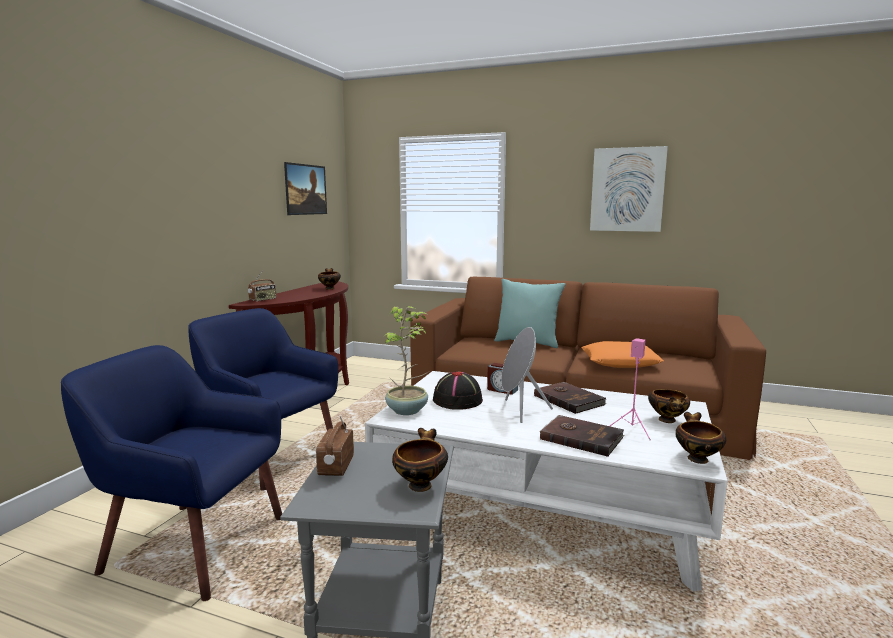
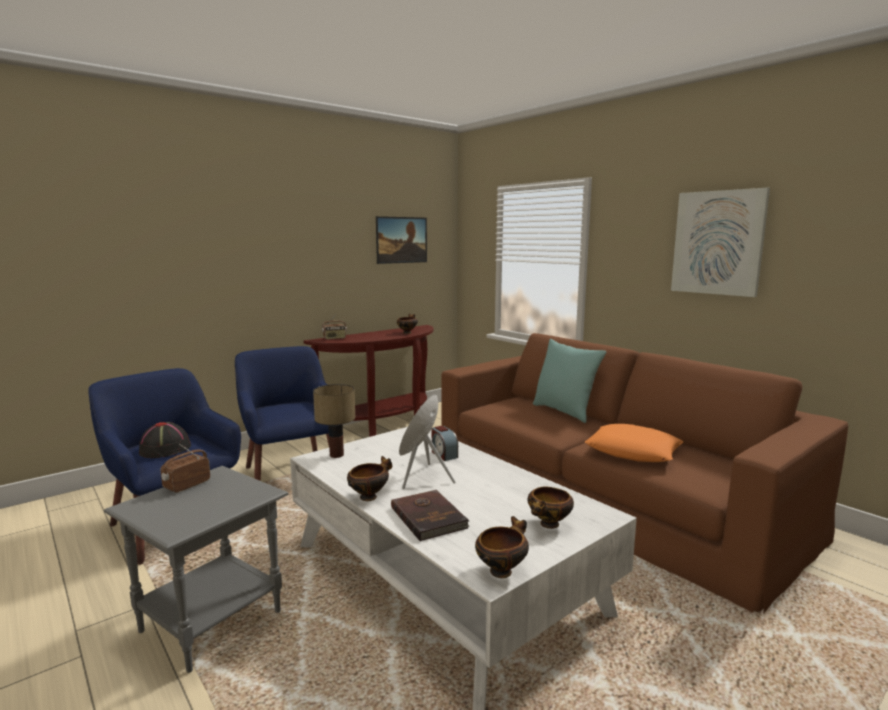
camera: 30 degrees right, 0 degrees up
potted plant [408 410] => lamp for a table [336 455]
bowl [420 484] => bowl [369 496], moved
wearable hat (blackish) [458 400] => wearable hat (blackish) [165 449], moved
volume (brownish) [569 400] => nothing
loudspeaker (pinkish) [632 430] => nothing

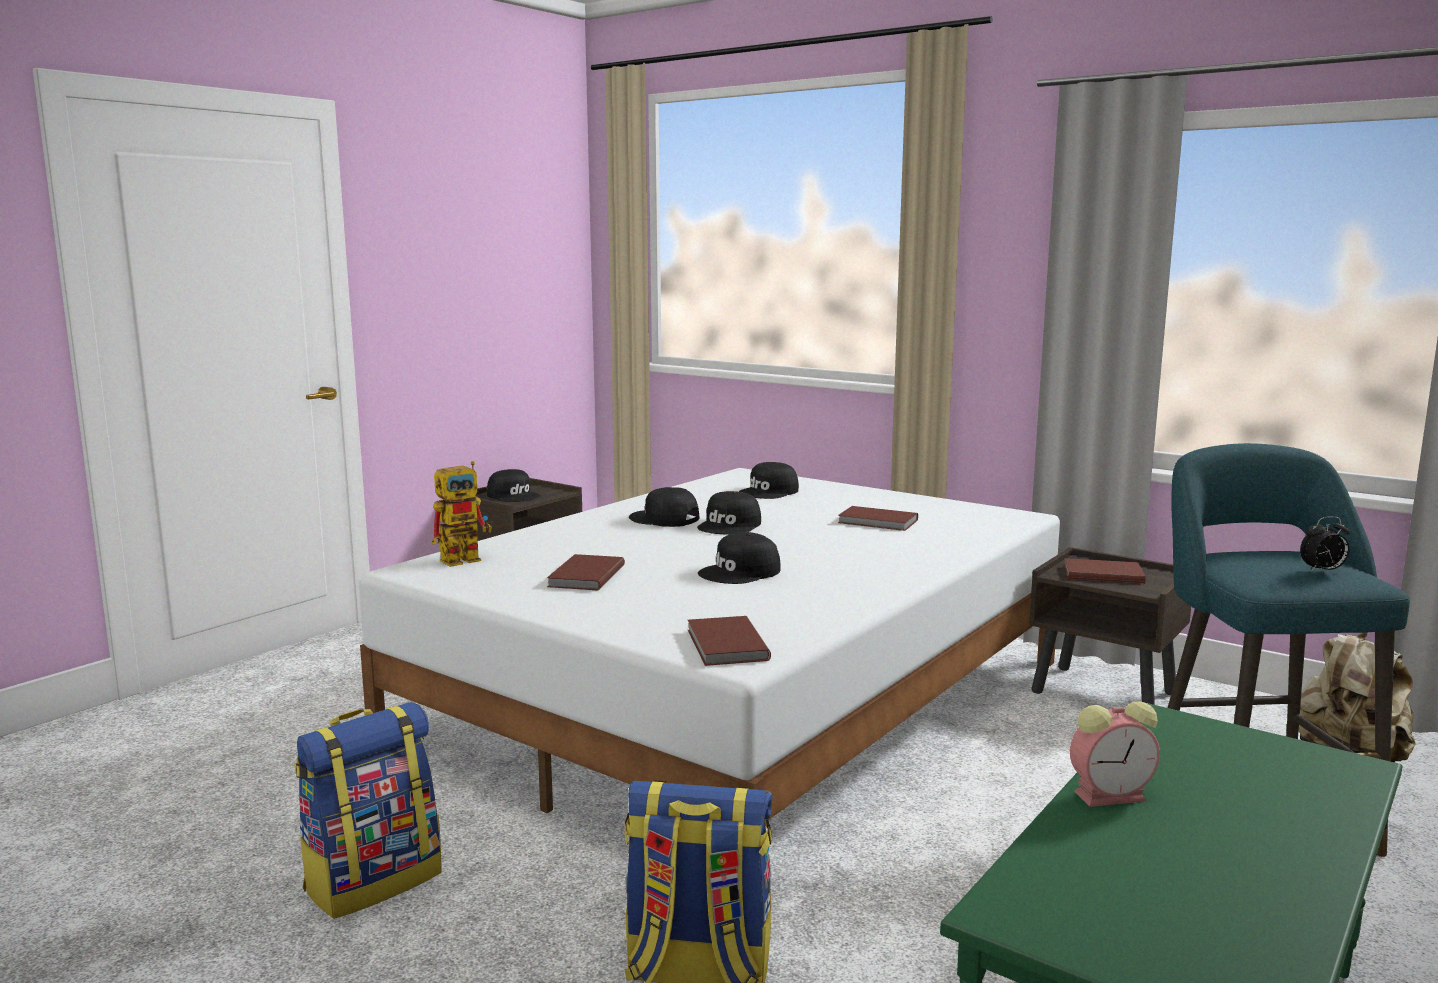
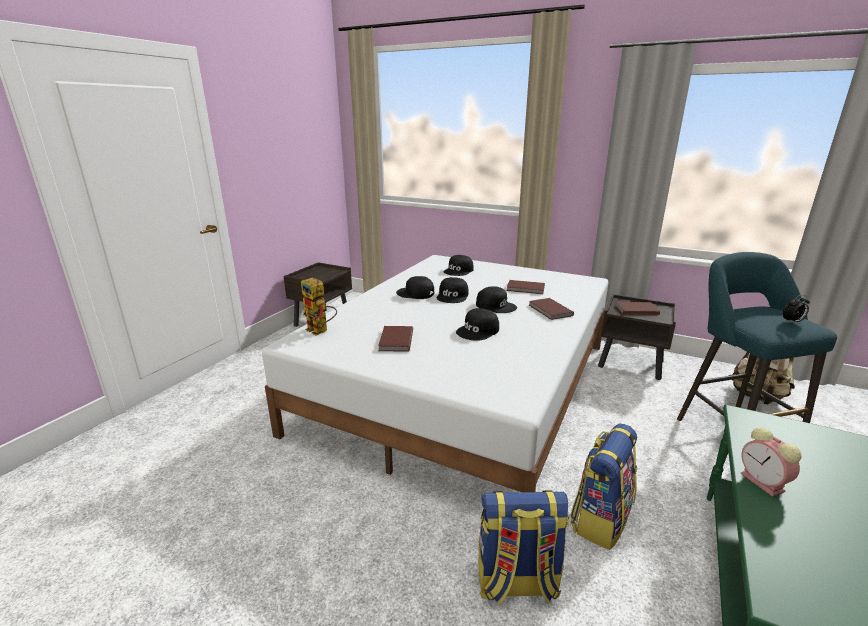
camera: 10 degrees left, 10 degrees up
rucksack [374 881] => rucksack [600 519], moved
toy robot [467 558] => toy robot [321 331], 90 degrees clockwise
baseball cap (blackish) [514 495] => baseball cap (blackish) [496 306], moved
volume (brownish) [725 645] => volume (brownish) [549 310], moved
alarm clock [1112 795] => alarm clock [764 483], 90 degrees clockwise

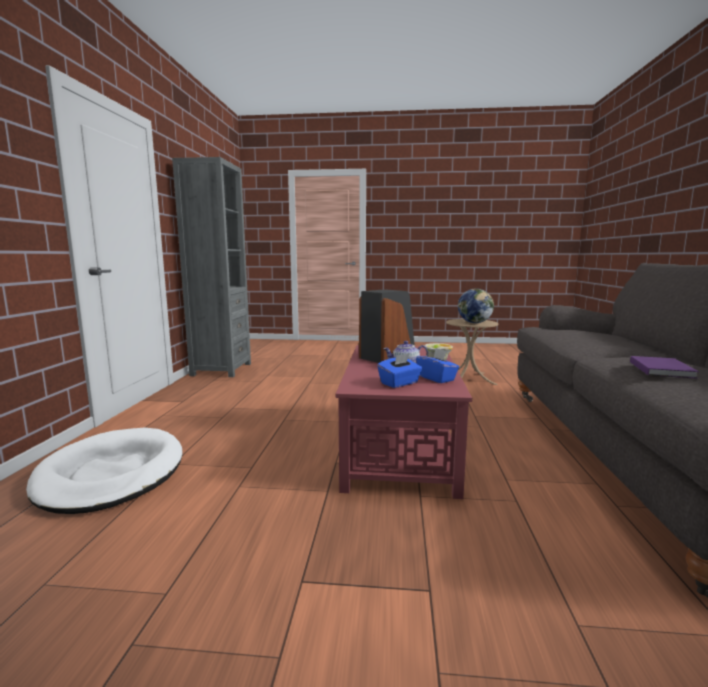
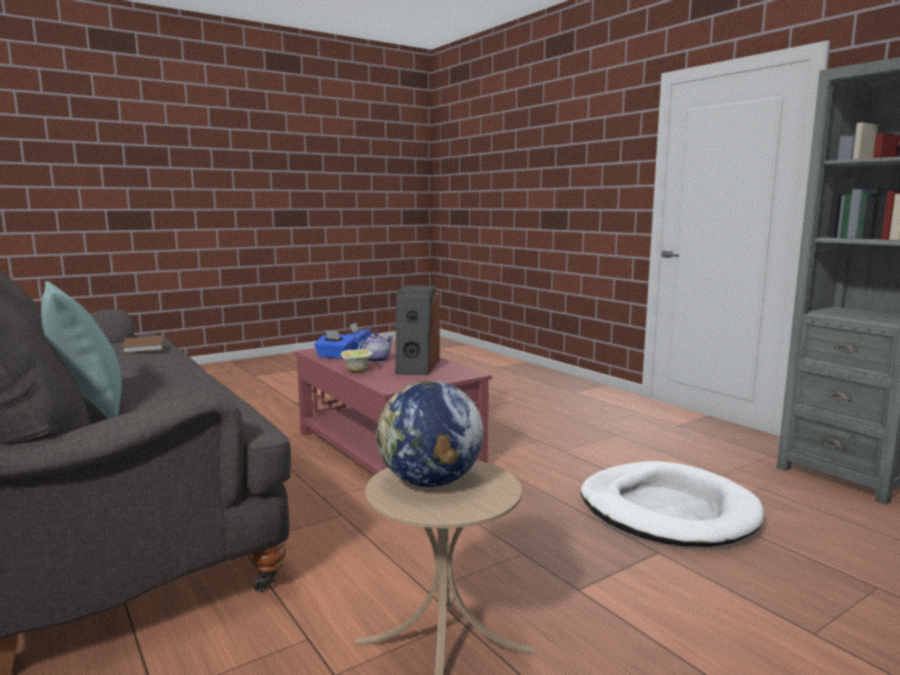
camera: 140 degrees right, 0 degrees up
dog bed (white) [111 474] => dog bed (white) [667 510], moved
volume (purplish) [661 369] => volume (brownish) [142 347]
nothing => cushion (turquoise) [89 406]

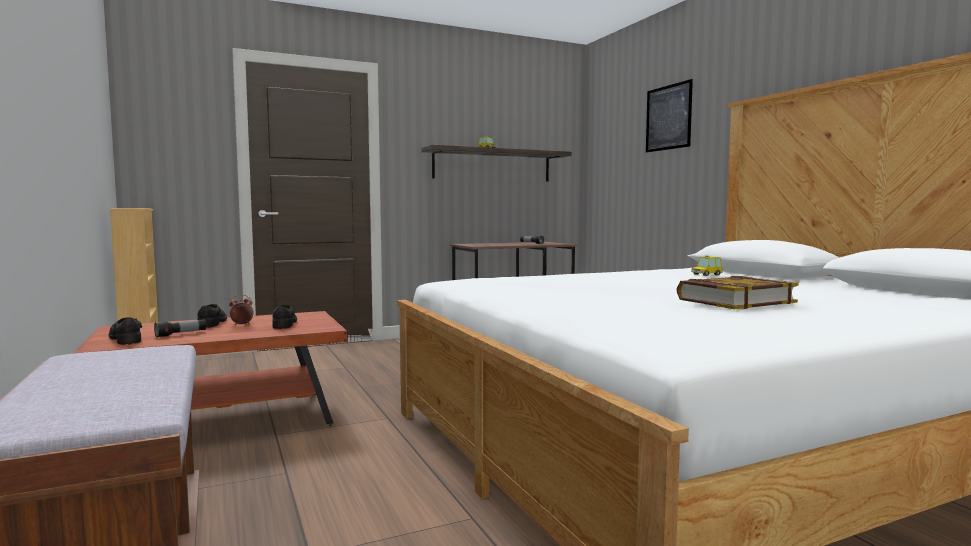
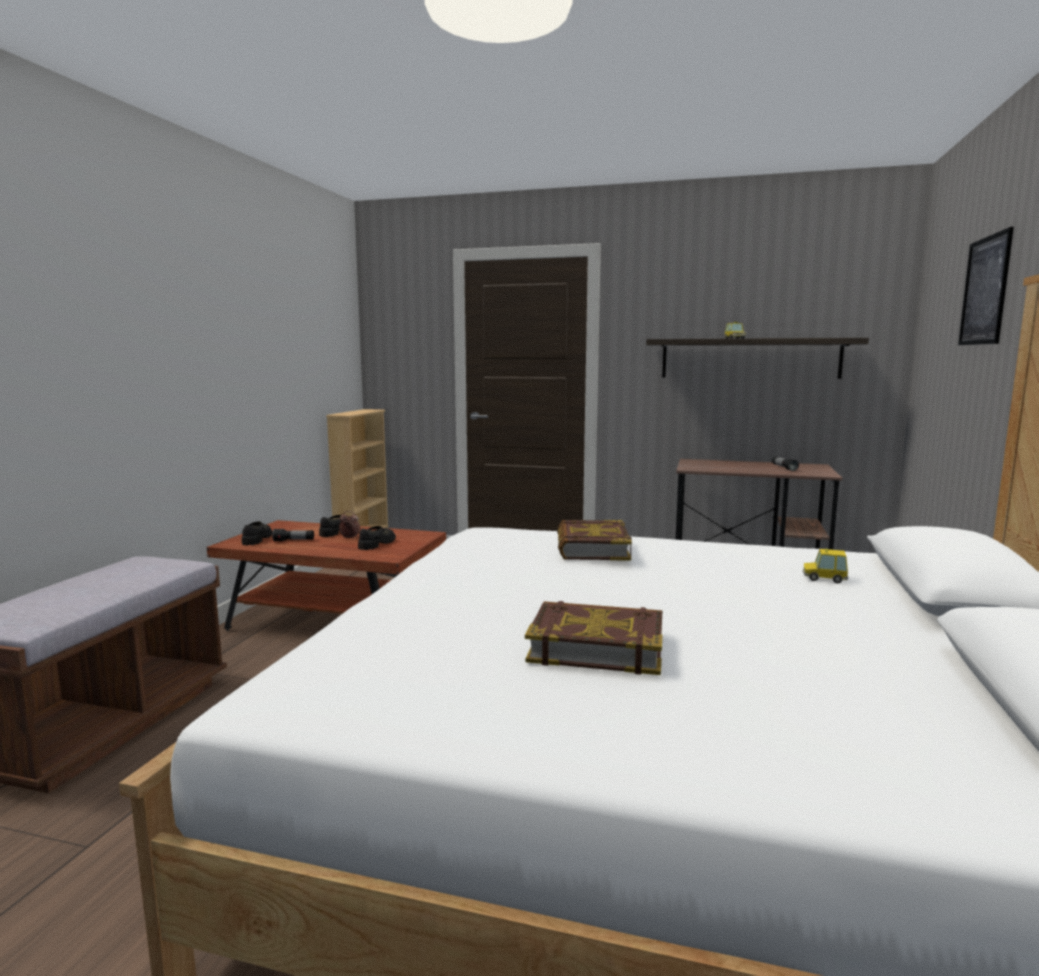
camera: 40 degrees right, 5 degrees up
nothing => volume [592 548]

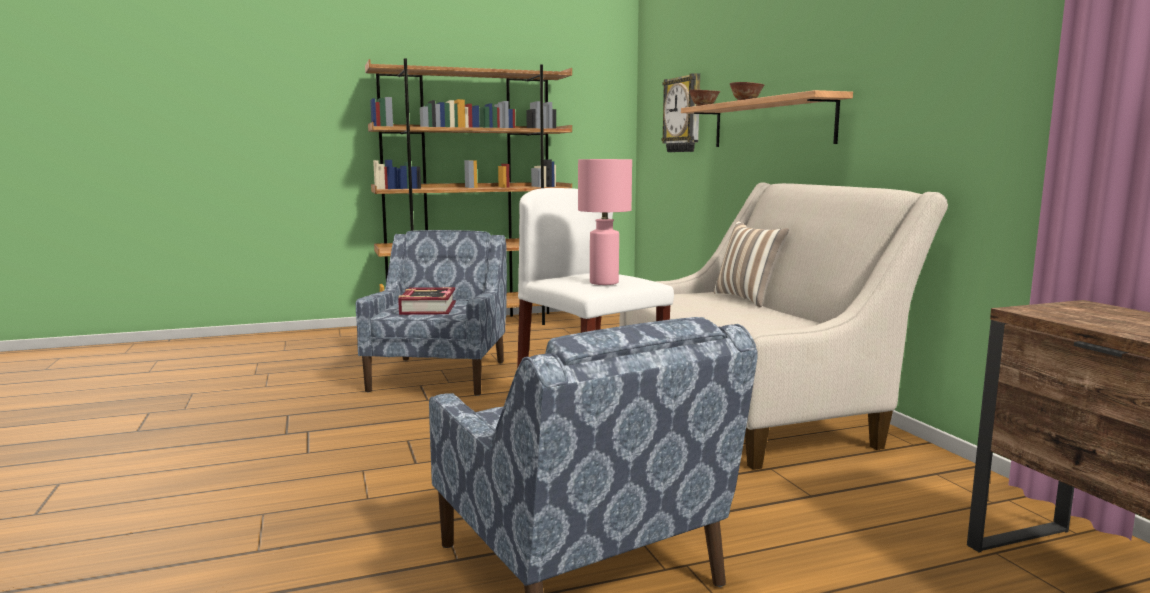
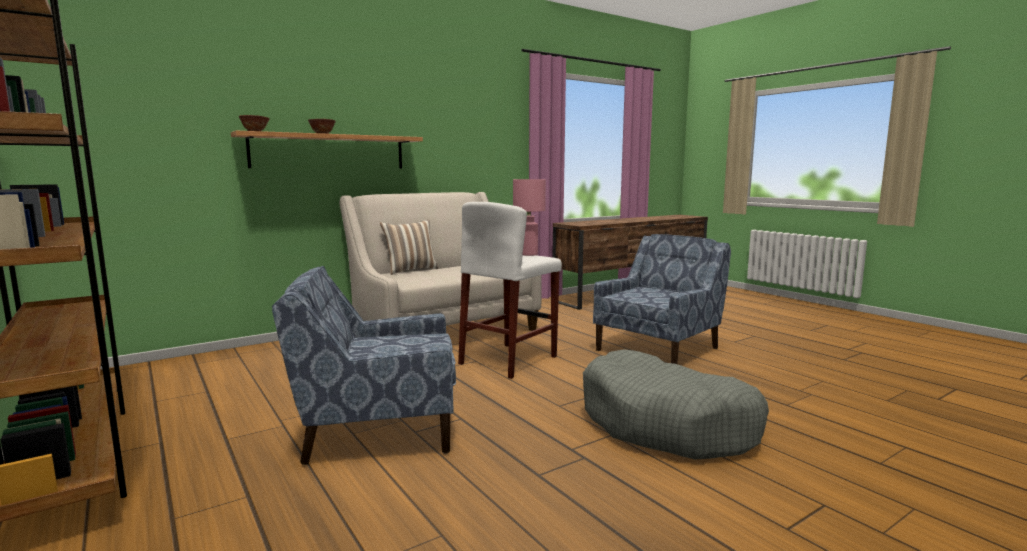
camera: 105 degrees left, 0 degrees up
volume [427 308] => nothing
wall clock [683 114] => nothing
nothing => dog bed (gray) [668 424]

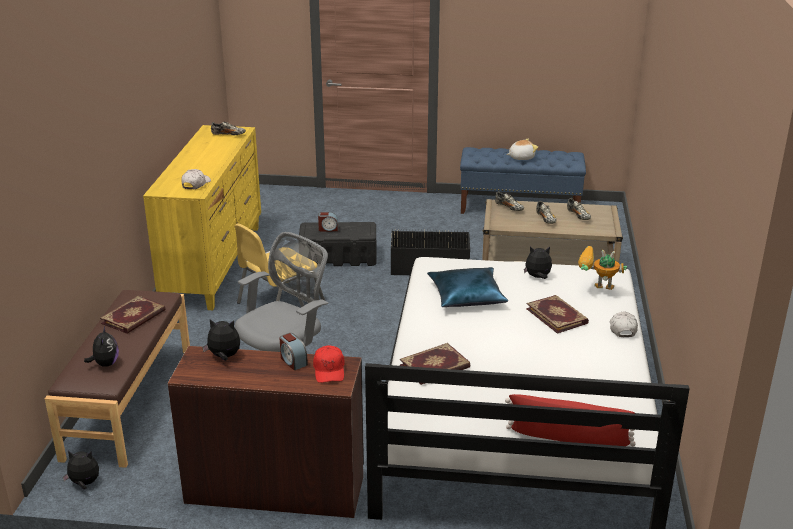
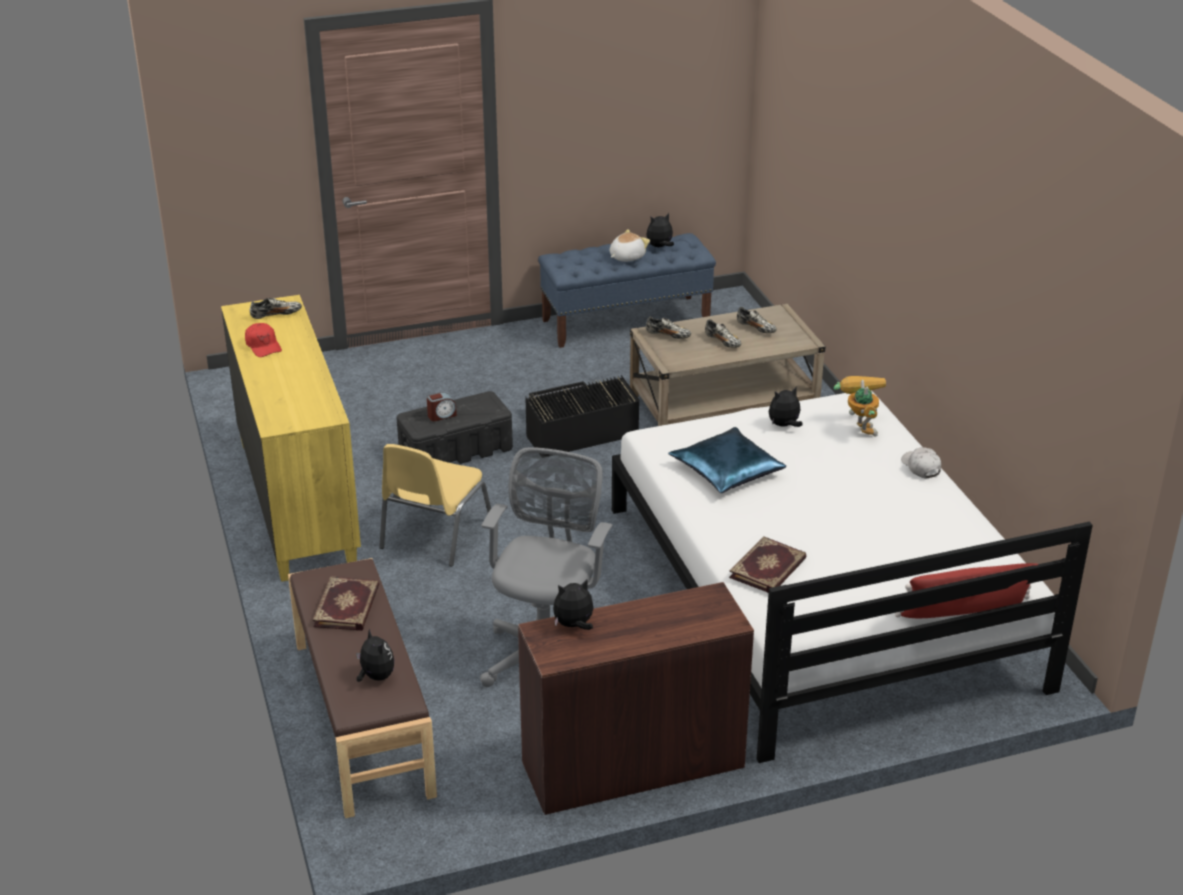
camera: 25 degrees left, 5 degrees up
cuddly toy [84 484] => cuddly toy [660 247], moved
baseball cap (white) [196 184] => nothing
alarm clock [293 361] => nothing
baseball cap (red-coloured) [329 370] => baseball cap (red-coloured) [263 346], moved
volume [557 316] => nothing
toy robot [595 290] => toy robot [859 427], 90 degrees clockwise

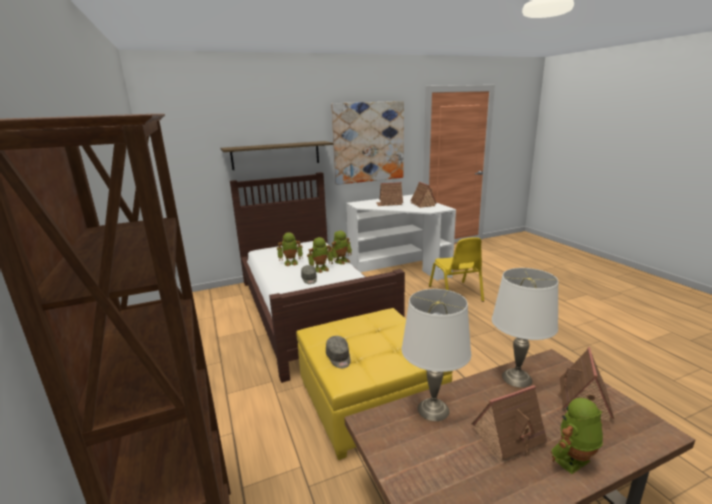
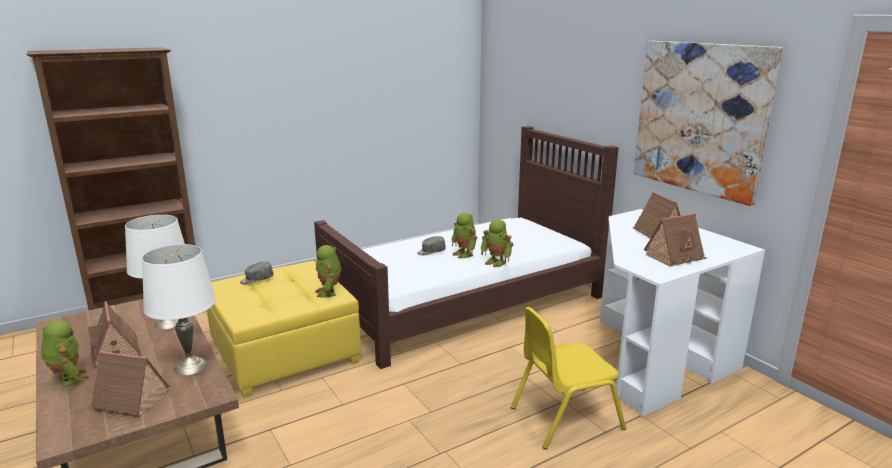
camera: 80 degrees right, 0 degrees up
shelf [276 155] => nothing
toy robot [291 263] => toy robot [329 292], moved

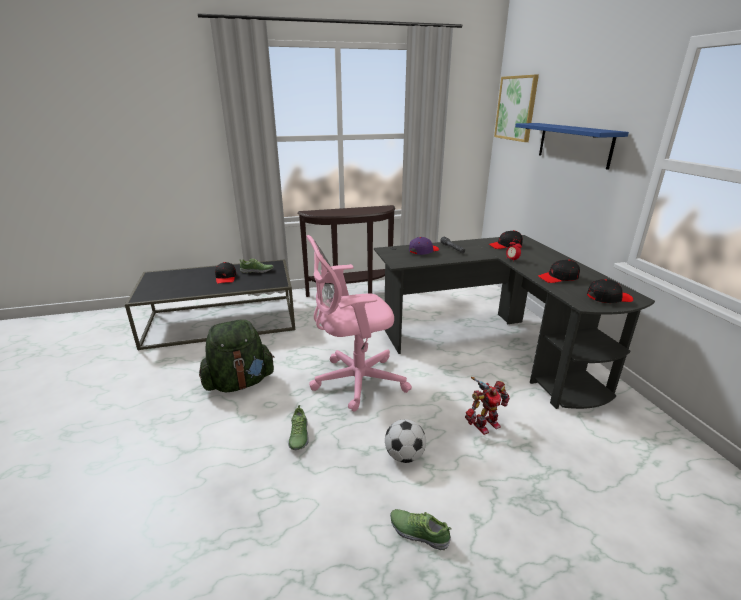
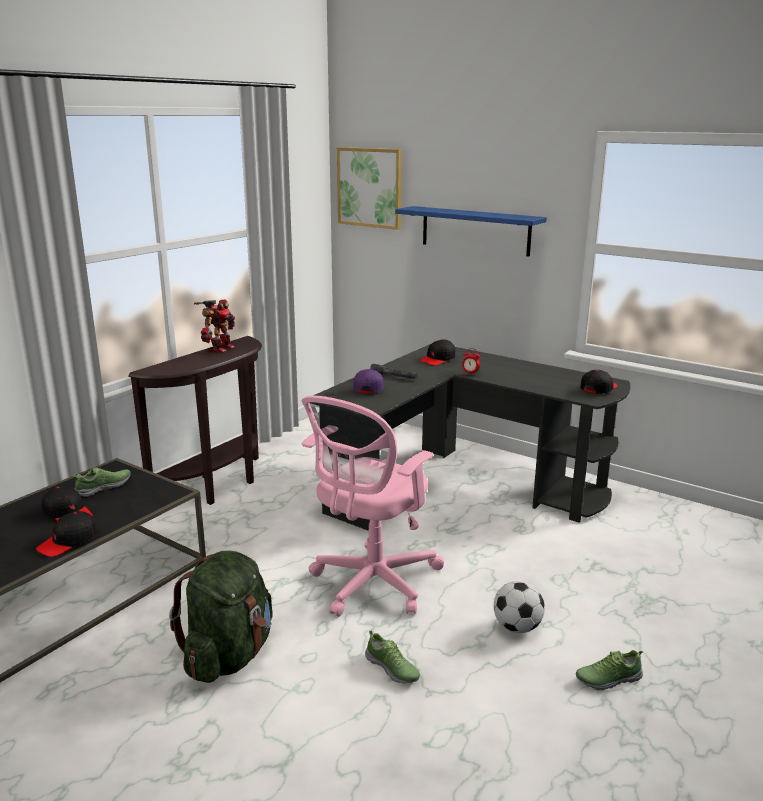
camera: 40 degrees left, 5 degrees down
toy robot [484 424] => toy robot [219 349], moved
baseball cap (blackish) [558 278] => baseball cap (blackish) [68 541], moved

